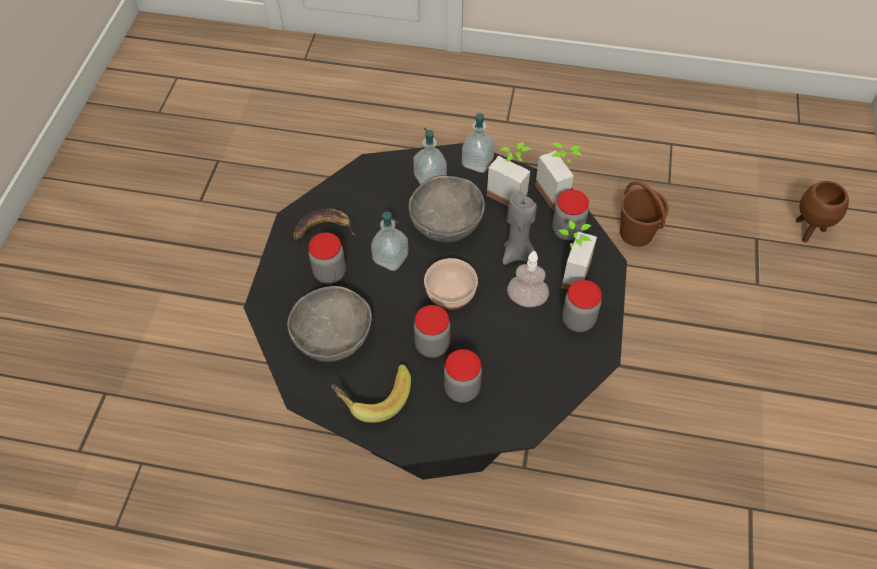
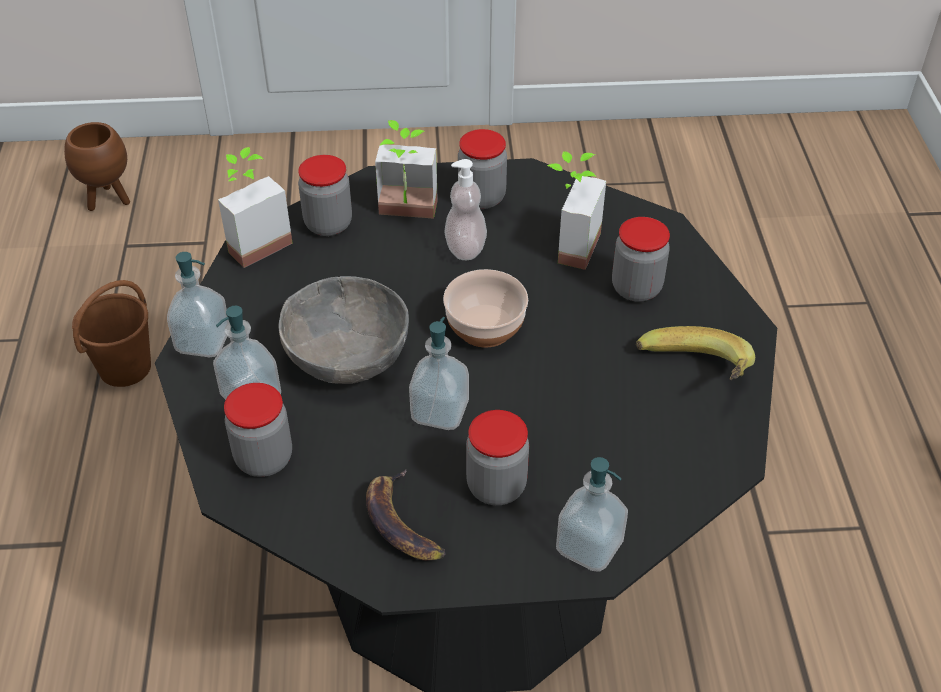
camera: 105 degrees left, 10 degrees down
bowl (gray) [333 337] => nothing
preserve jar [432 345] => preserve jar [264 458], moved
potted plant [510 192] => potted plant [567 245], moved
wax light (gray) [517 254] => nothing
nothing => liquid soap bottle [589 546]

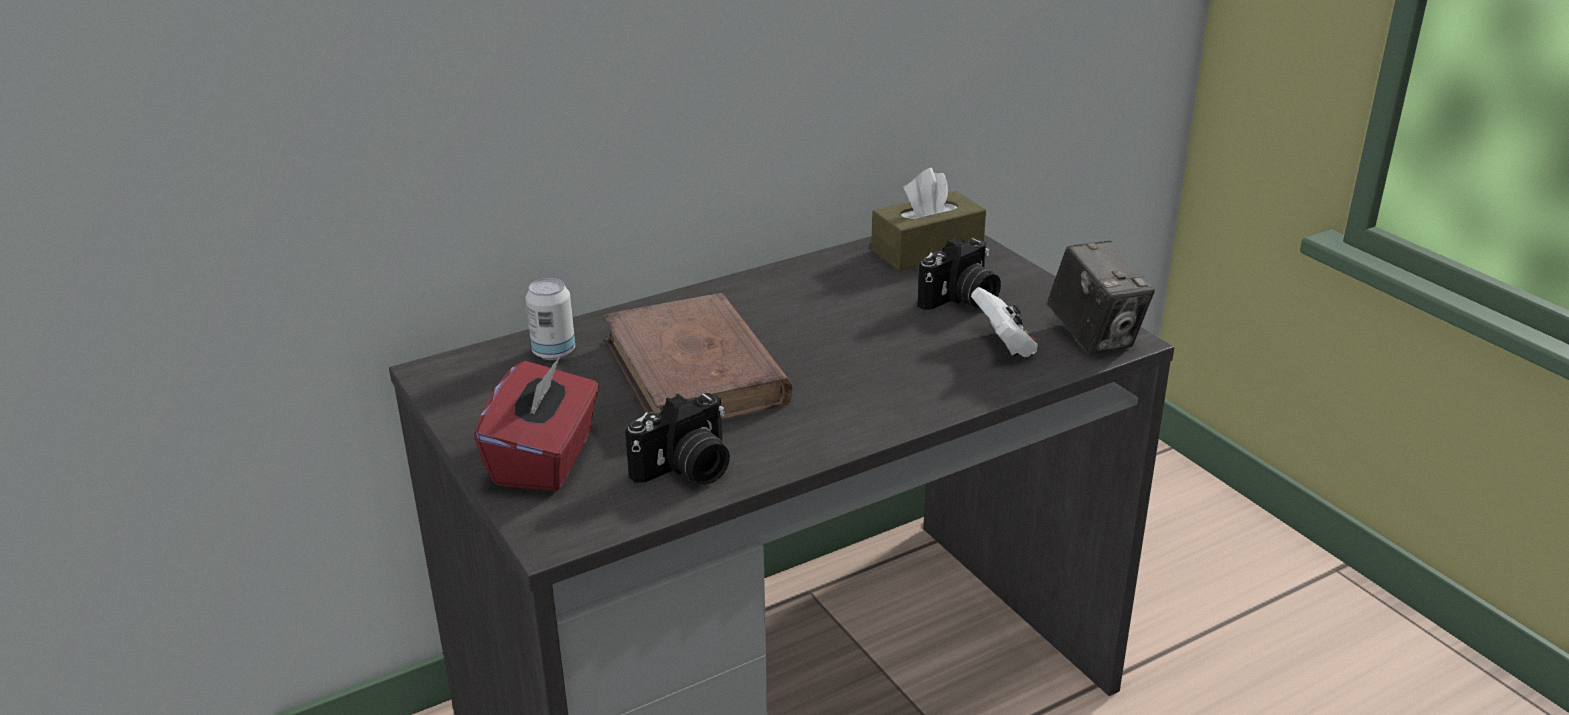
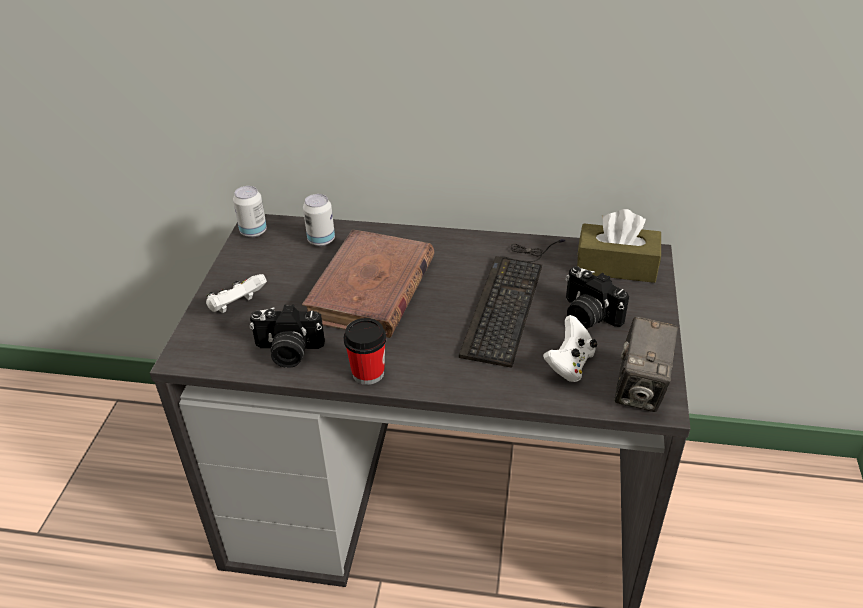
camera: 40 degrees right, 10 degrees up
box of tissues (red-coloured) [545 459] => gamepad (white) [237 307]
photo camera [961 300] => photo camera [587 316], 45 degrees clockwise
nothing => metal can [253 231]
nothing => drinking cup [368 373]
nothing => keyboard [510 297]

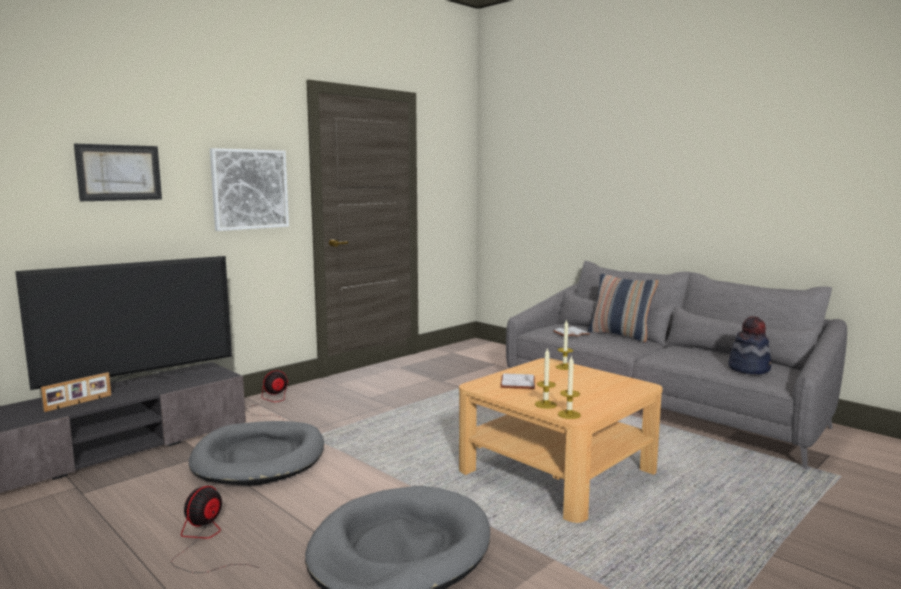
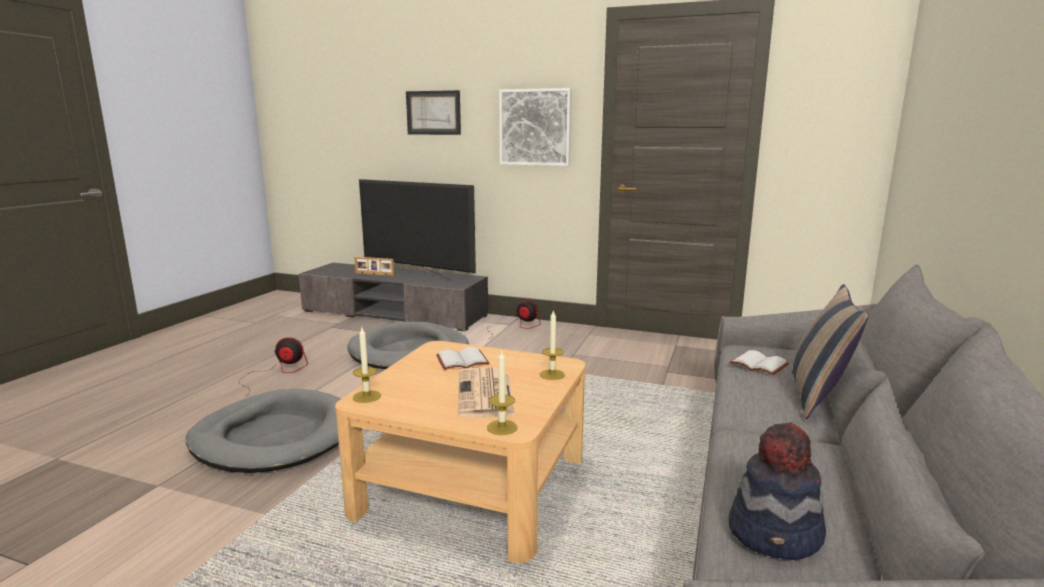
camera: 65 degrees right, 5 degrees up
wax light [545 404] => wax light [502 427], moved
nothing => newspaper [486 394]

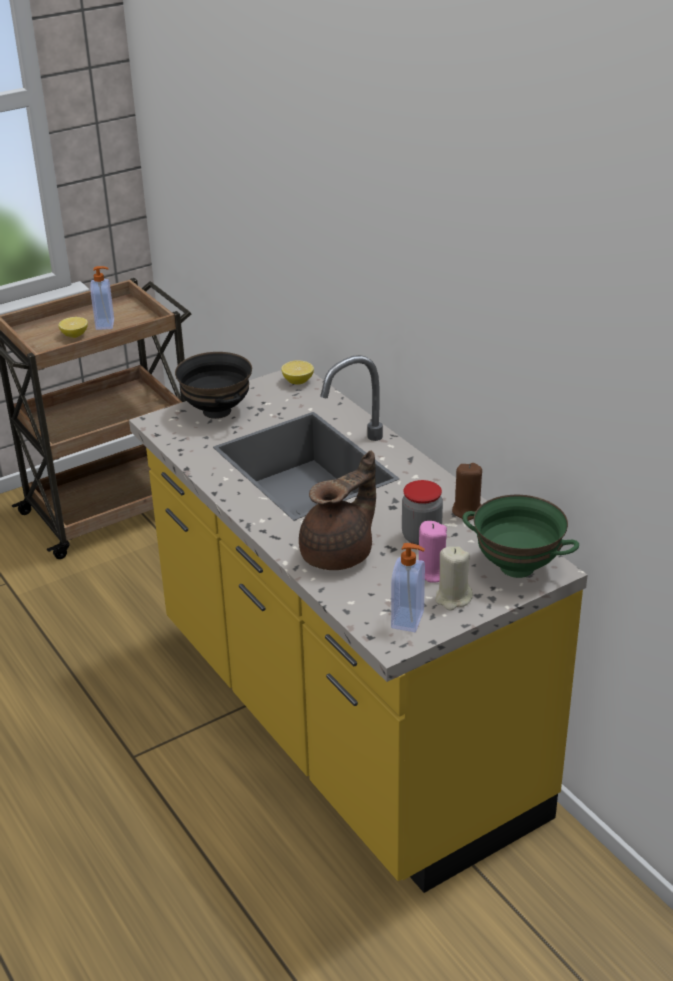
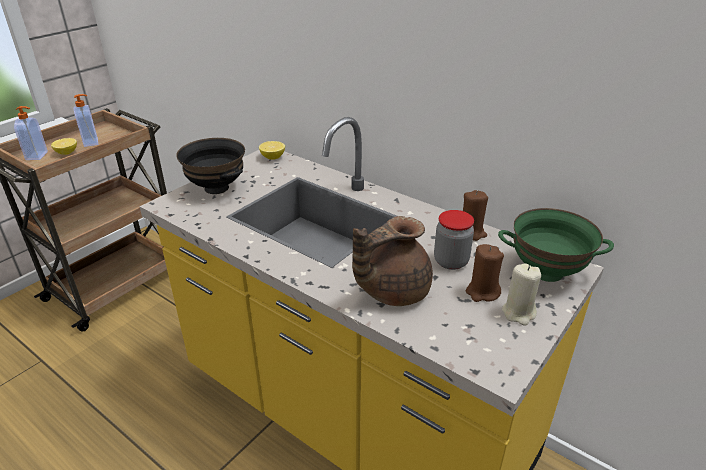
camera: 20 degrees left, 0 degrees up
teapot (brownish) [339 554] => teapot (brownish) [392 291], 150 degrees counterclockwise
liquid soap bottle [409 620] => liquid soap bottle [37 156], moved
wax light (pinkish) [431 573] => wax light (brownish) [482 292]

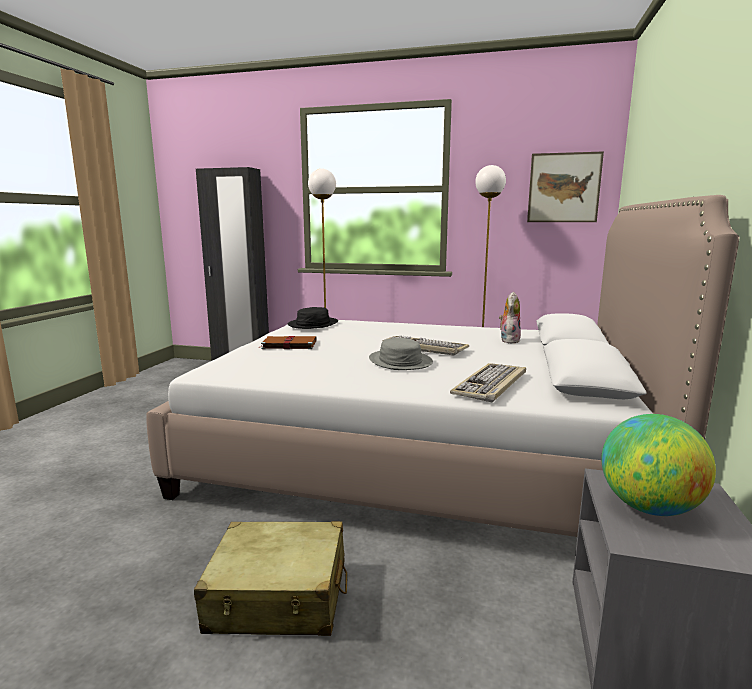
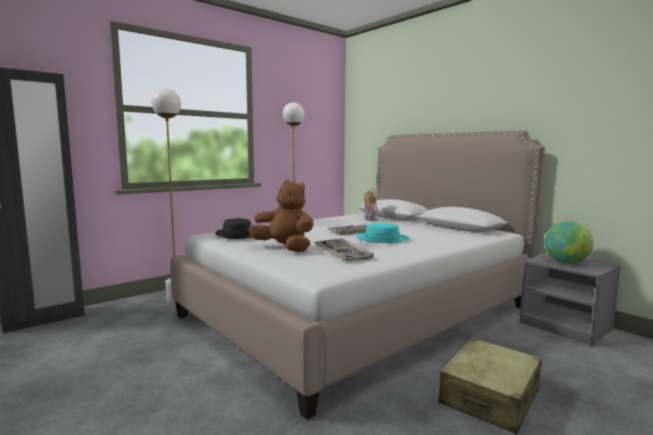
camera: 55 degrees left, 5 degrees down
volume (brownish) [288 345] => cuddly toy (brownish) [284 248]
wearable hat (gray) [400 361] => wearable hat (turquoise) [382 239]
keyboard [491 385] => keyboard [343 252], moved
picture [564 188] => nothing

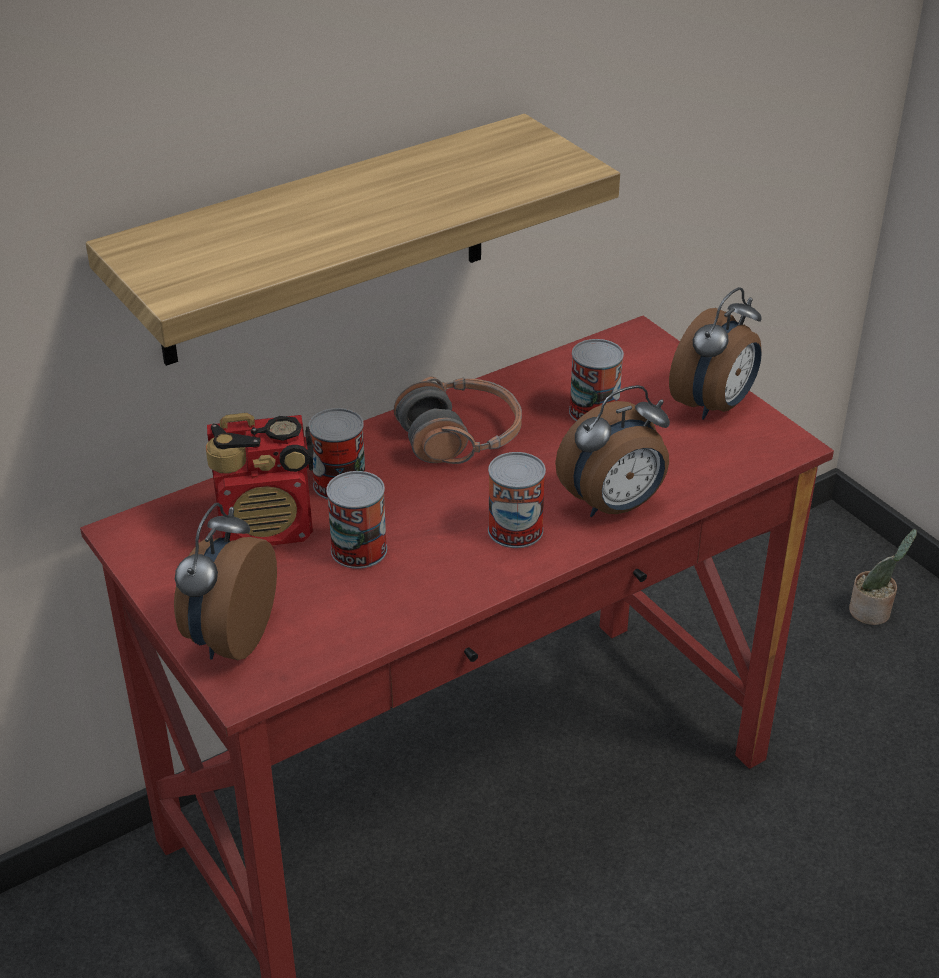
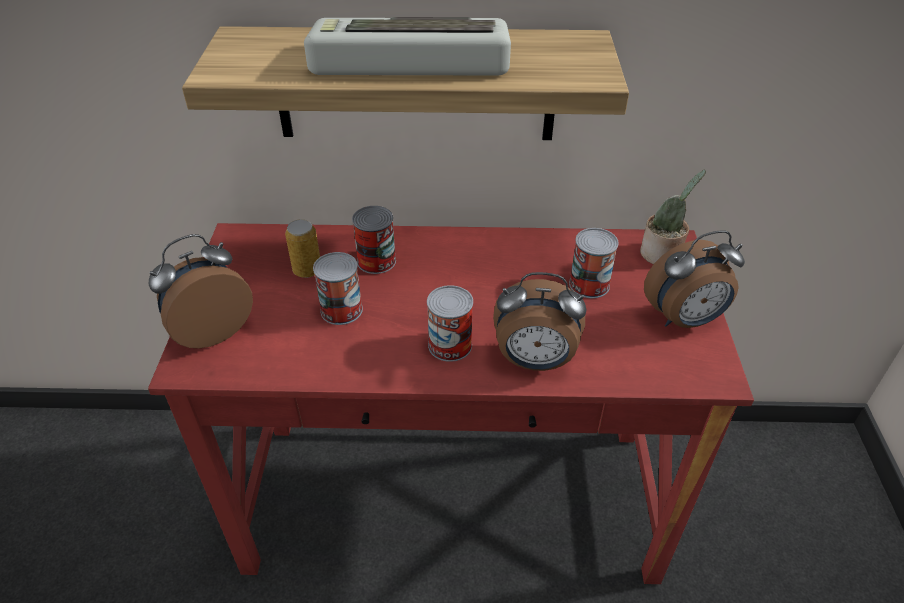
camera: 35 degrees right, 5 degrees up
radio receiver [268 528] => metal can [307 270]
headphones [460 437] => nothing
potted plant [873 612] => potted plant [662 255], moved
nothing => keyboard [407 62]

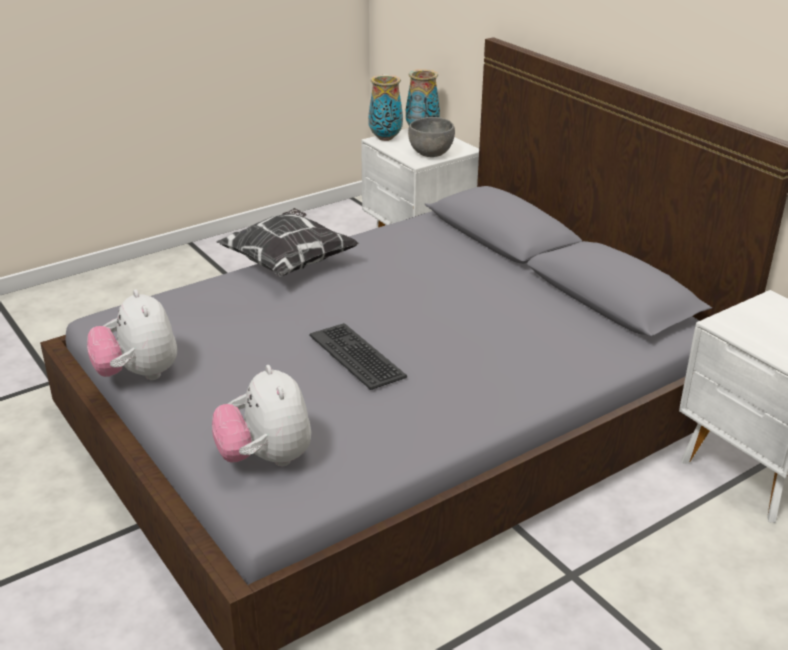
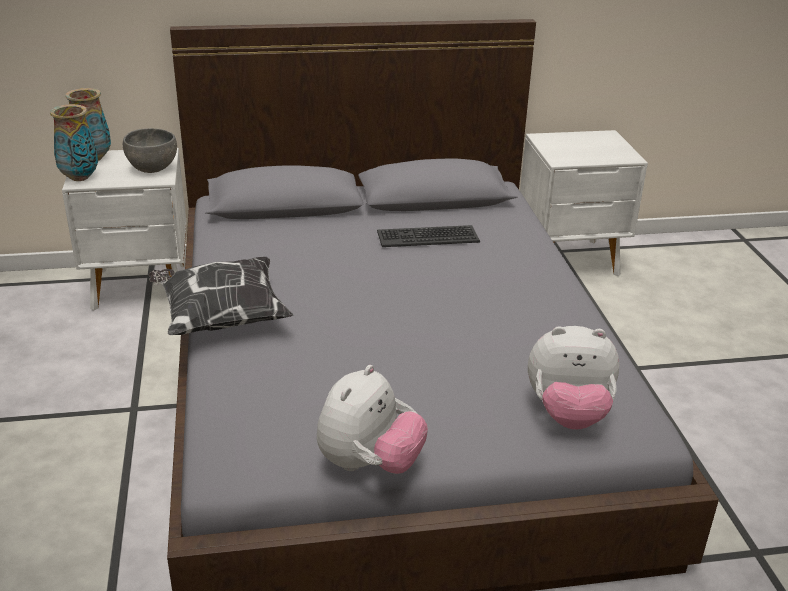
camera: 65 degrees left, 0 degrees up
cuddly toy [138 374] => cuddly toy [369 464], 60 degrees counterclockwise
keyboard [357 356] => keyboard [427 237], moved

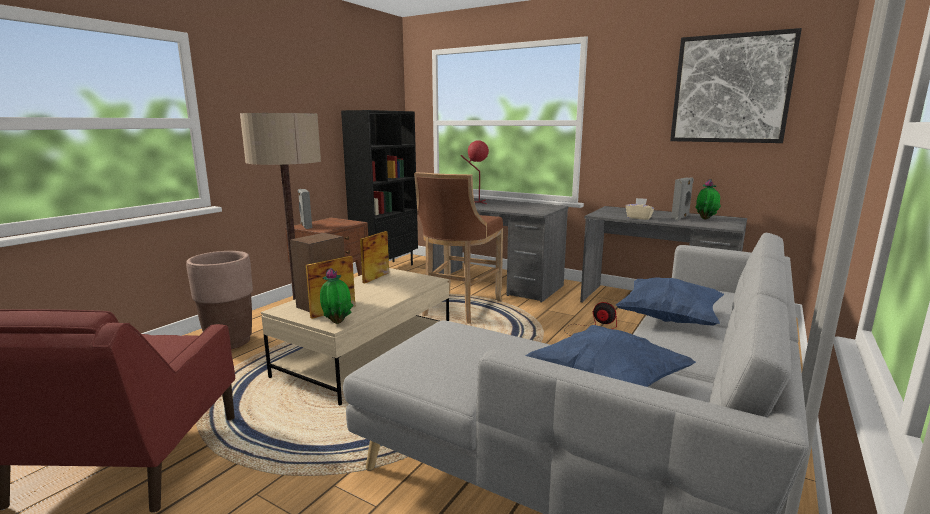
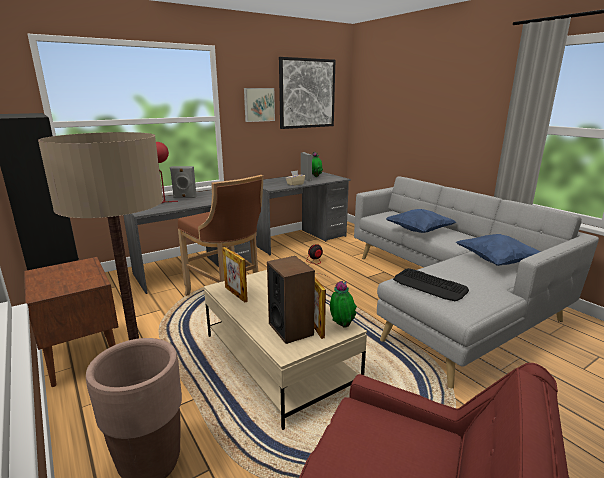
camera: 65 degrees left, 5 degrees up
loudspeaker (gray) [305 226] => loudspeaker (gray) [184 197], moved
nothing => picture [258 104]
nothing => keyboard [429 285]

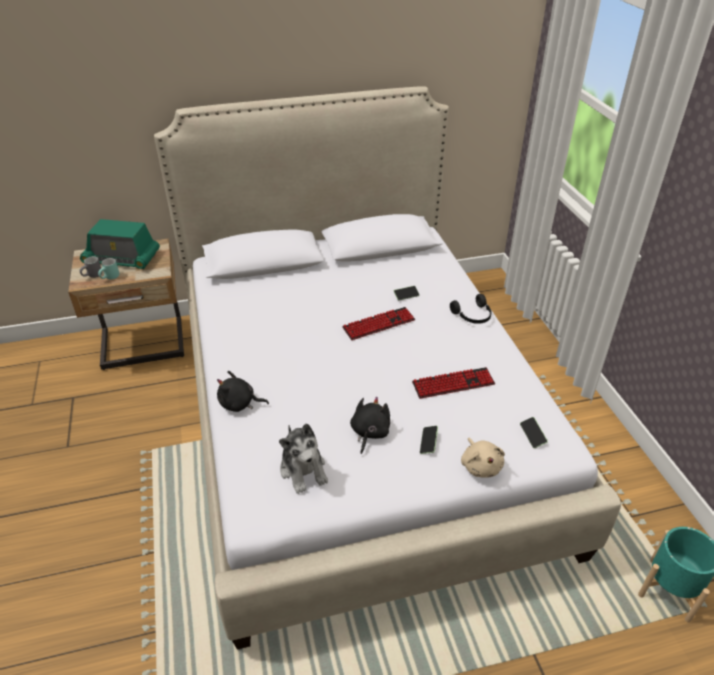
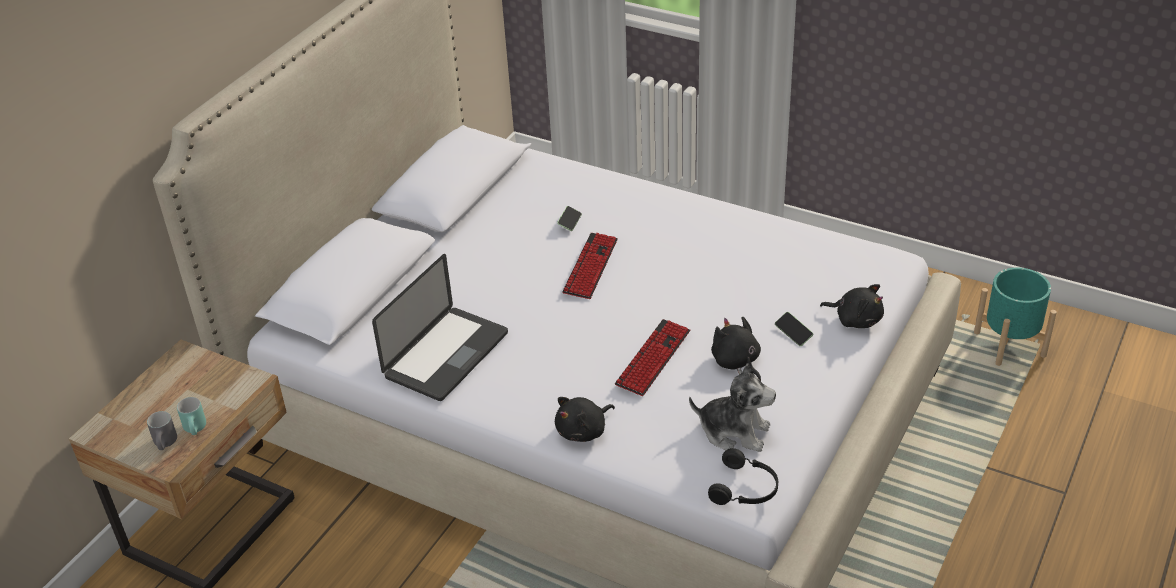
camera: 45 degrees left, 0 degrees up
radio receiver [122 258] => nothing
keyboard [453 384] => keyboard [653 358], moved
headphones (blackish) [473 316] => headphones (blackish) [745 489], moved
cuddly toy (sand-coloured) [480 465] => cuddly toy (blackish) [855 319]
telephone [532 435] => nothing
nothing => notebook computer [446 355]

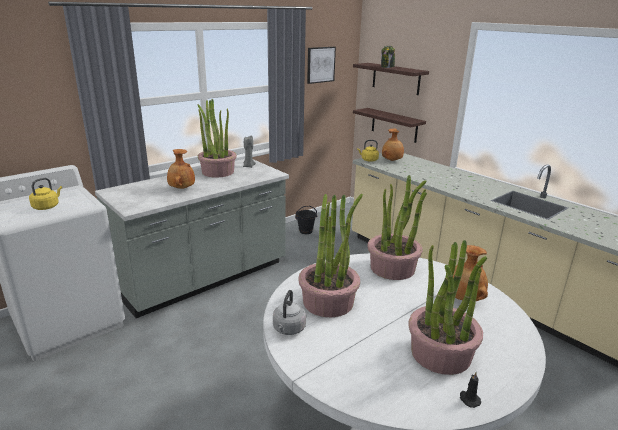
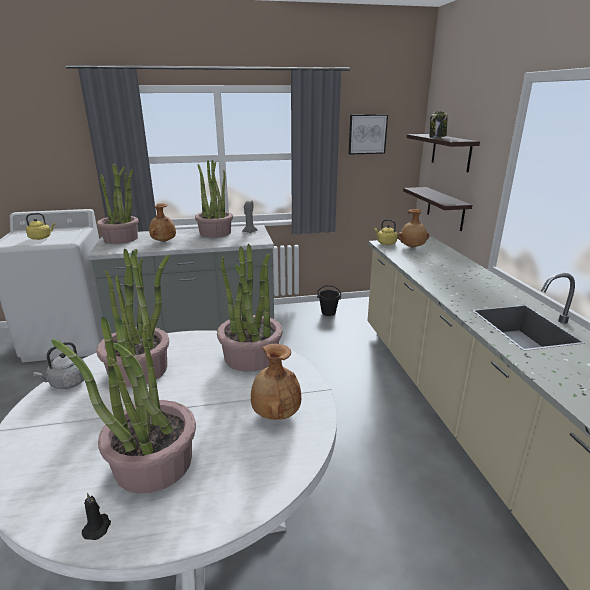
camera: 30 degrees right, 0 degrees up
nothing => potted plant [121 238]

